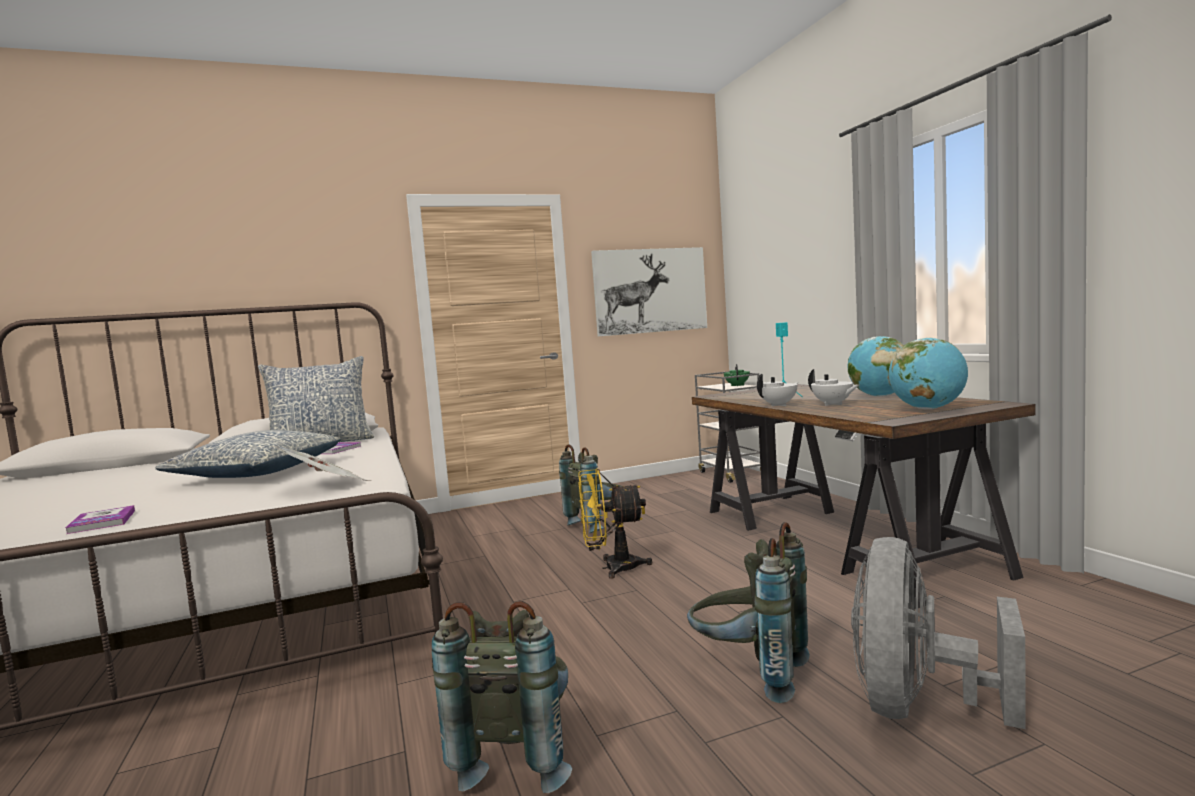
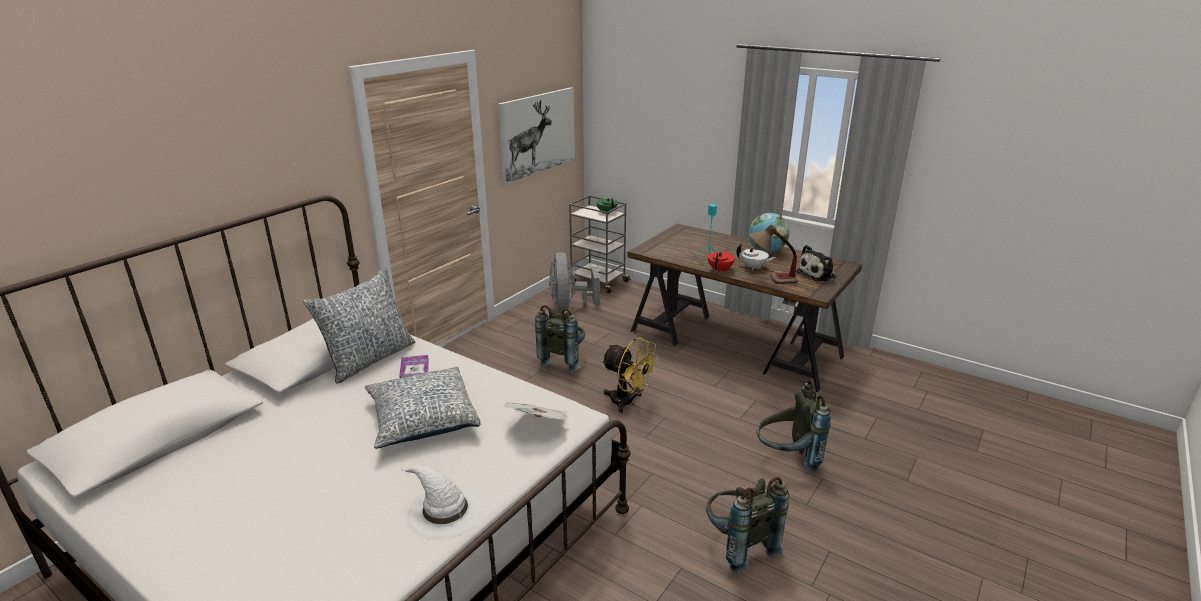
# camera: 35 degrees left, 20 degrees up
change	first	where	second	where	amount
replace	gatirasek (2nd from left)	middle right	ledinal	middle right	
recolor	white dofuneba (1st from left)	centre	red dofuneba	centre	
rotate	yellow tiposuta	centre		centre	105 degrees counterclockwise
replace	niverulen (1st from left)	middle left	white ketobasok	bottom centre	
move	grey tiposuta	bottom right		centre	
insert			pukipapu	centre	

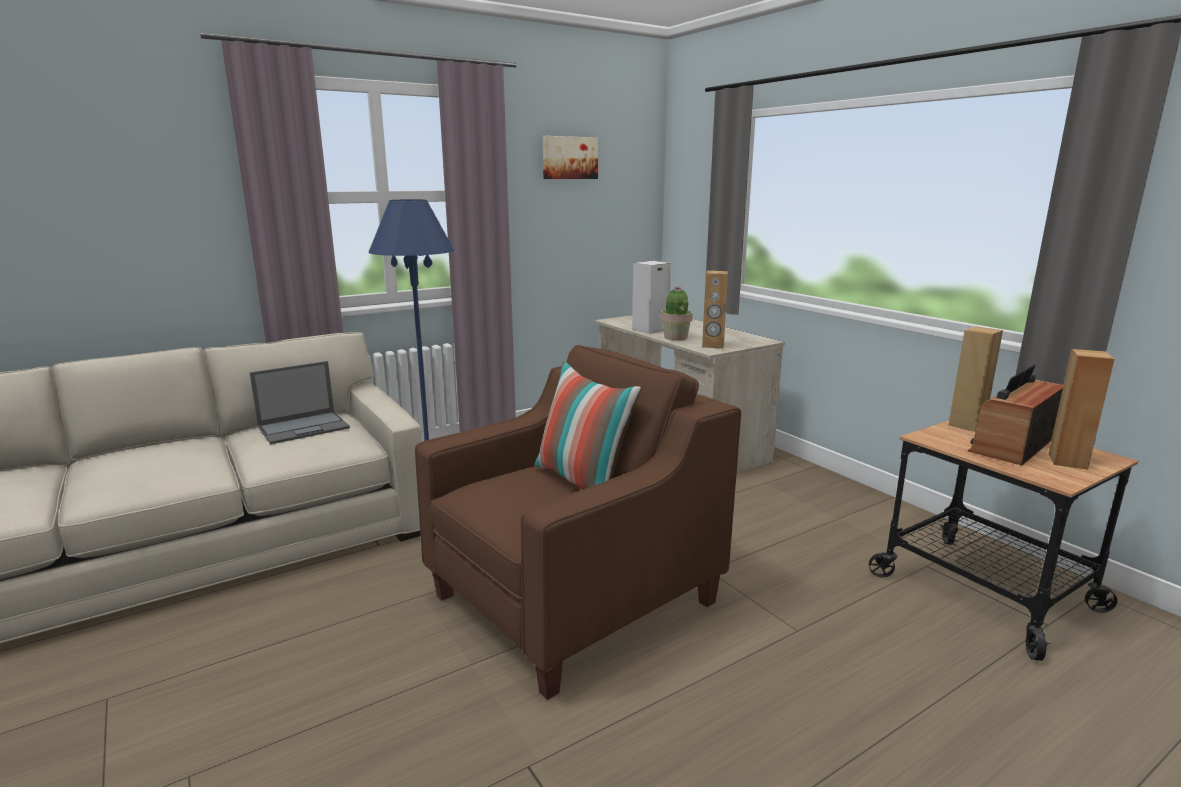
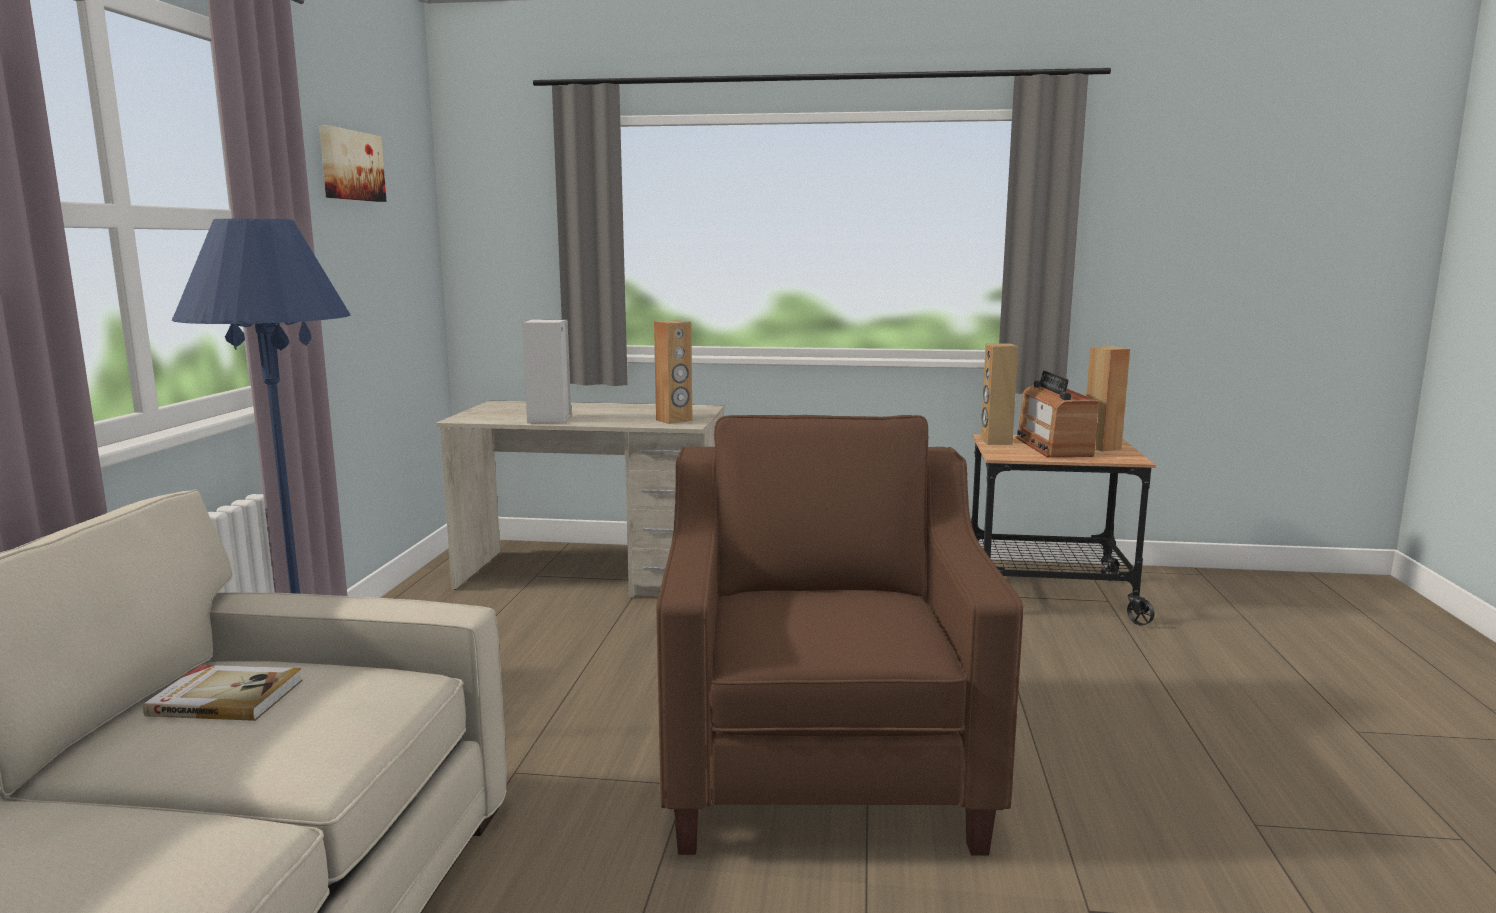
# camera: 50 degrees left, 5 degrees down
change	first	where	second	where	amount
delete	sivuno	centre			
replace	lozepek	middle left	niverulen	bottom left	
delete	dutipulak	centre			

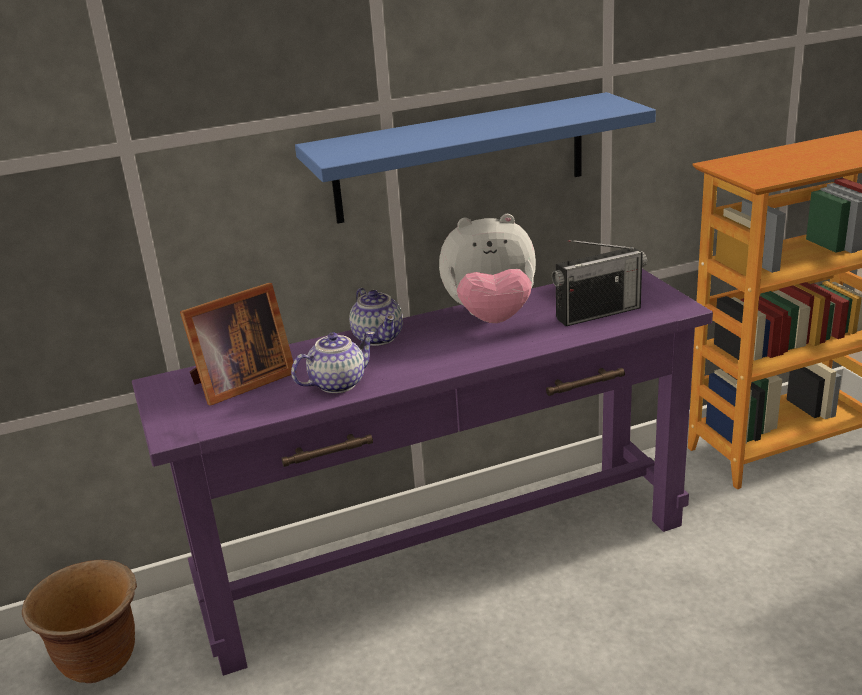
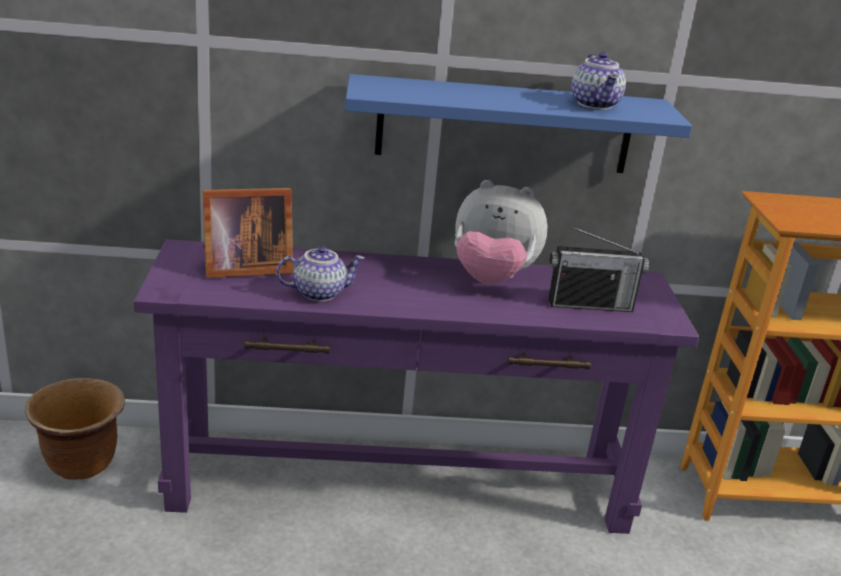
# camera: 15 degrees right, 0 degrees up
change	first	where	second	where	amount
move	dofuneba (2nd from left)	centre		top right	

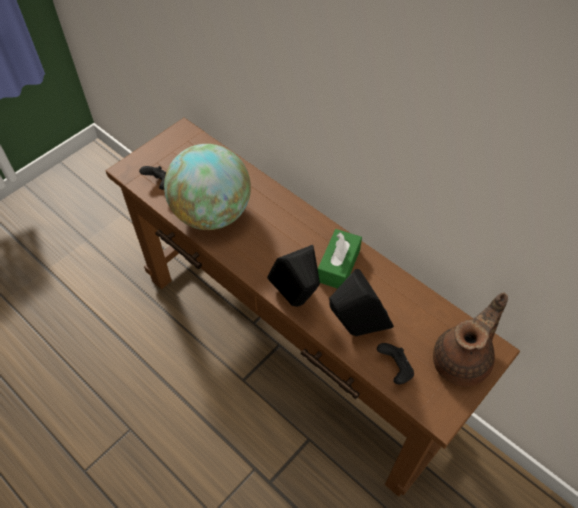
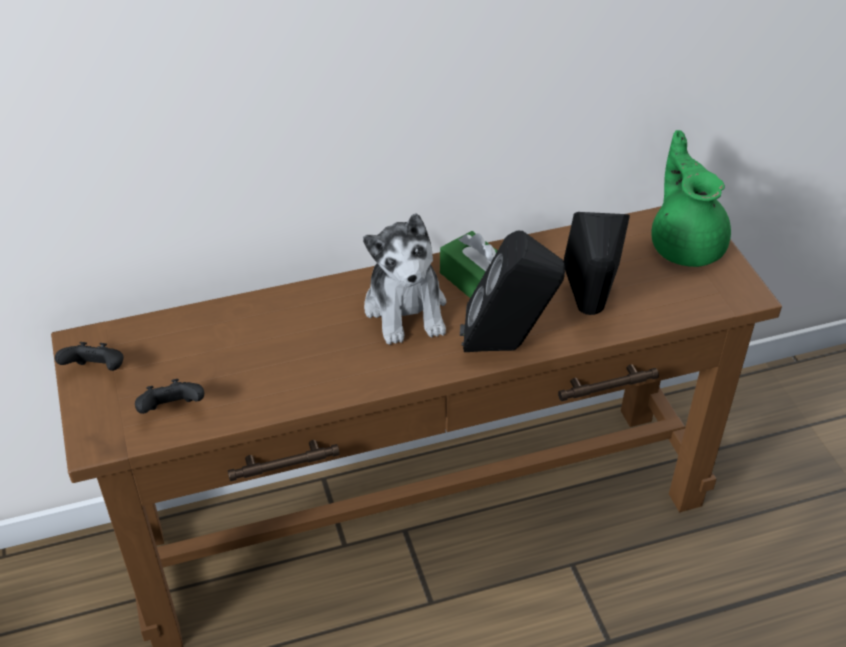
# camera: 60 degrees left, 10 degrees down
change	first	where	second	where	amount
delete	gatirasek	centre			
recolor	brown dofuneba	bottom right	green dofuneba	top right	
move	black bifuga (2nd from left in the first image)	bottom right	black bifuga (1st from left)	middle left	
insert			ledinal	centre	

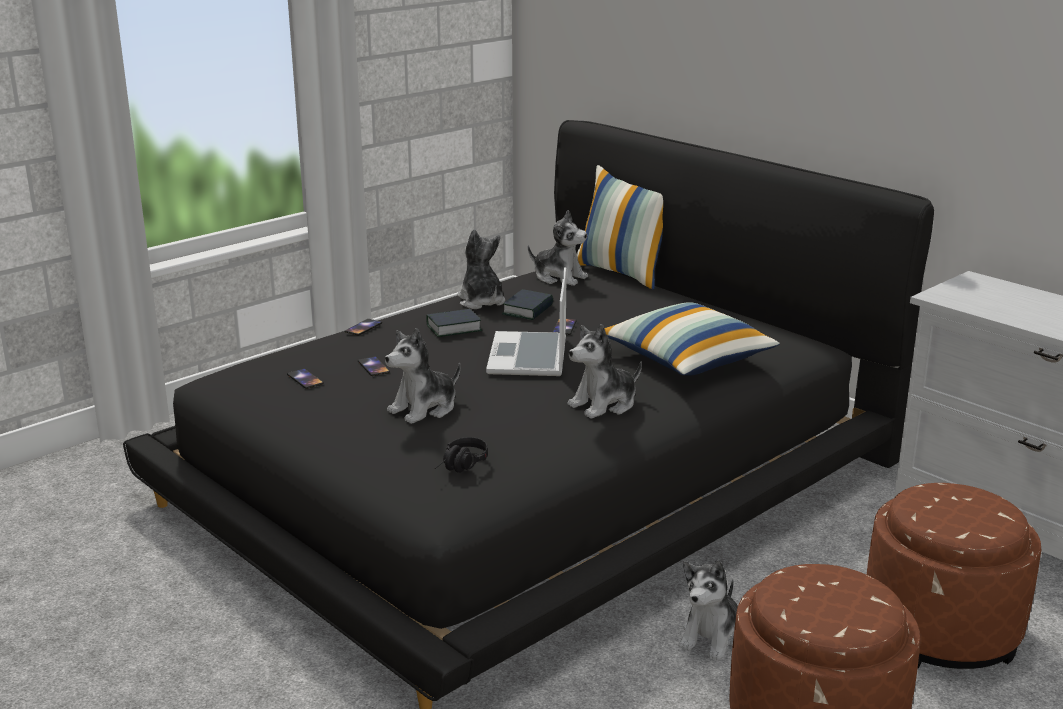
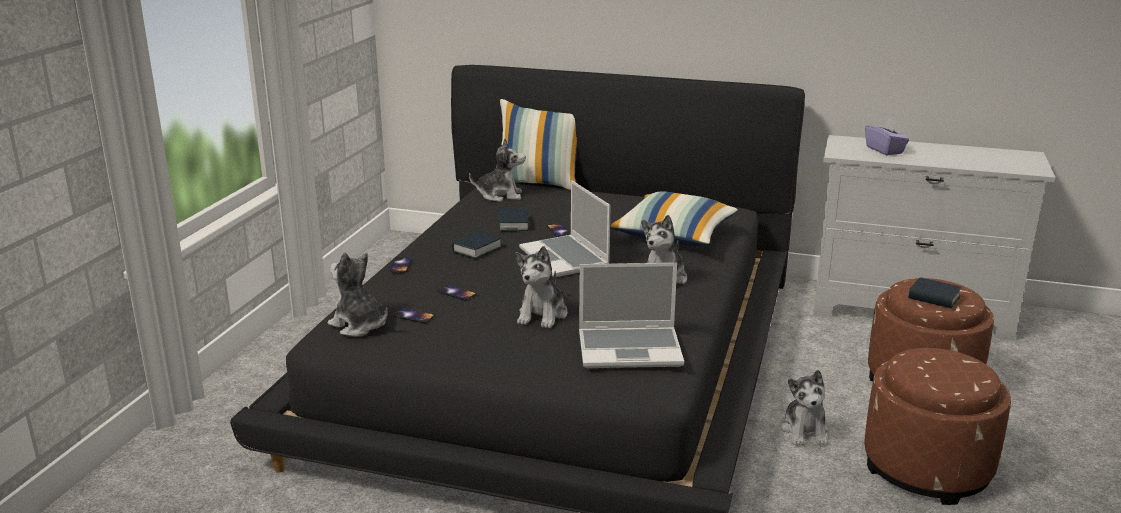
# camera: 30 degrees left, 0 degrees up
change	first	where	second	where	amount
move	ledinal (2nd from left in the first image)	centre	ledinal (1st from left)	middle left	
replace	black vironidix	centre	lozepek (2nd from left)	centre	
insert			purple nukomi	top right	
insert			niverulen (3rd from left)	middle right	

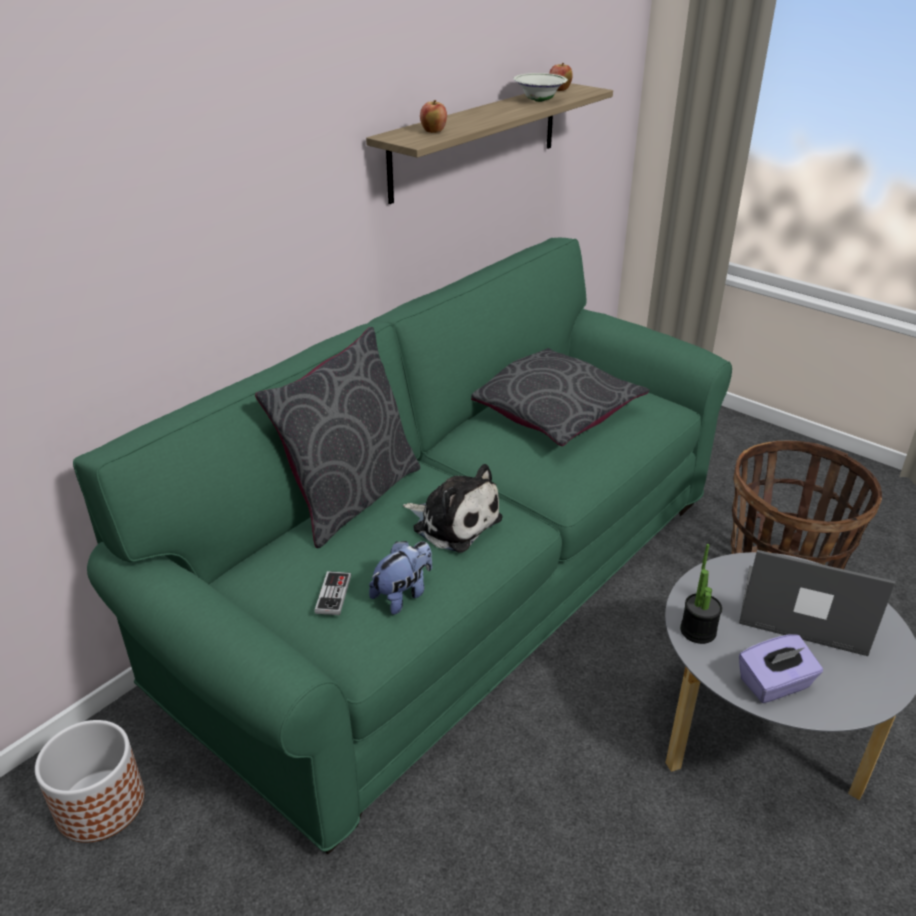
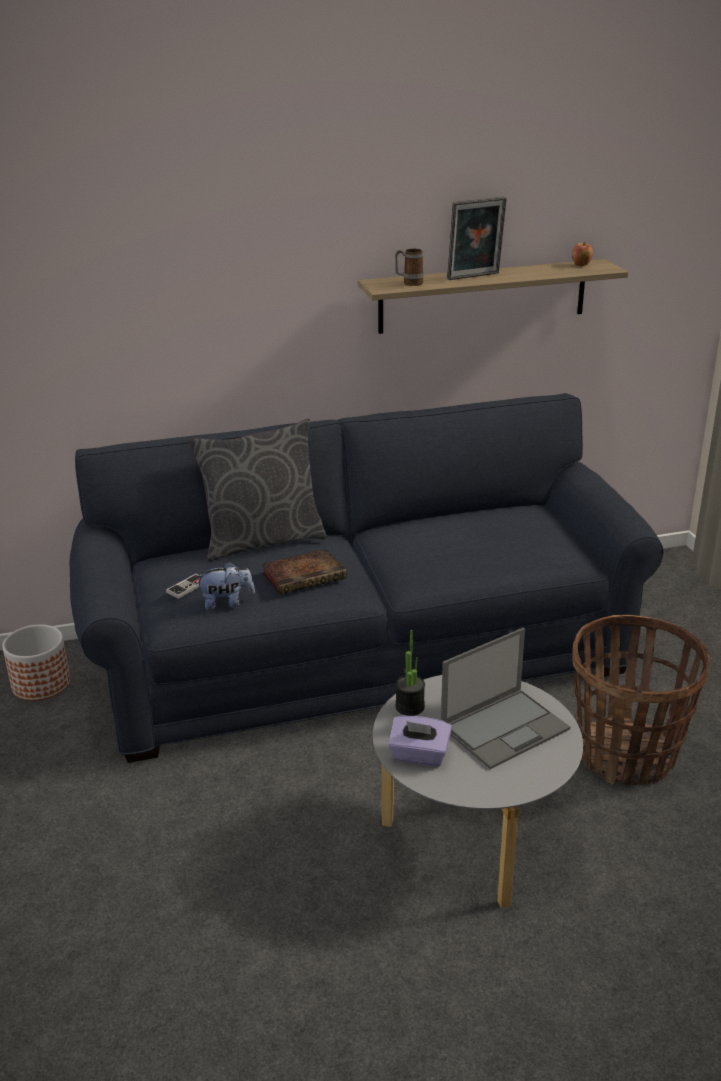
# camera: 35 degrees right, 5 degrees down
change	first	where	second	where	amount
delete	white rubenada	top centre			
replace	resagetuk (1st from left)	top centre	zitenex	top centre	
recolor	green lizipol	centre	blue lizipol	centre	
delete	grey dutipulak (2nd from left)	centre			
replace	ledinal (2nd from left)	centre	niverulen	centre	
rotate	lozepek	middle right		middle right	90 degrees clockwise
insert			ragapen	top centre	

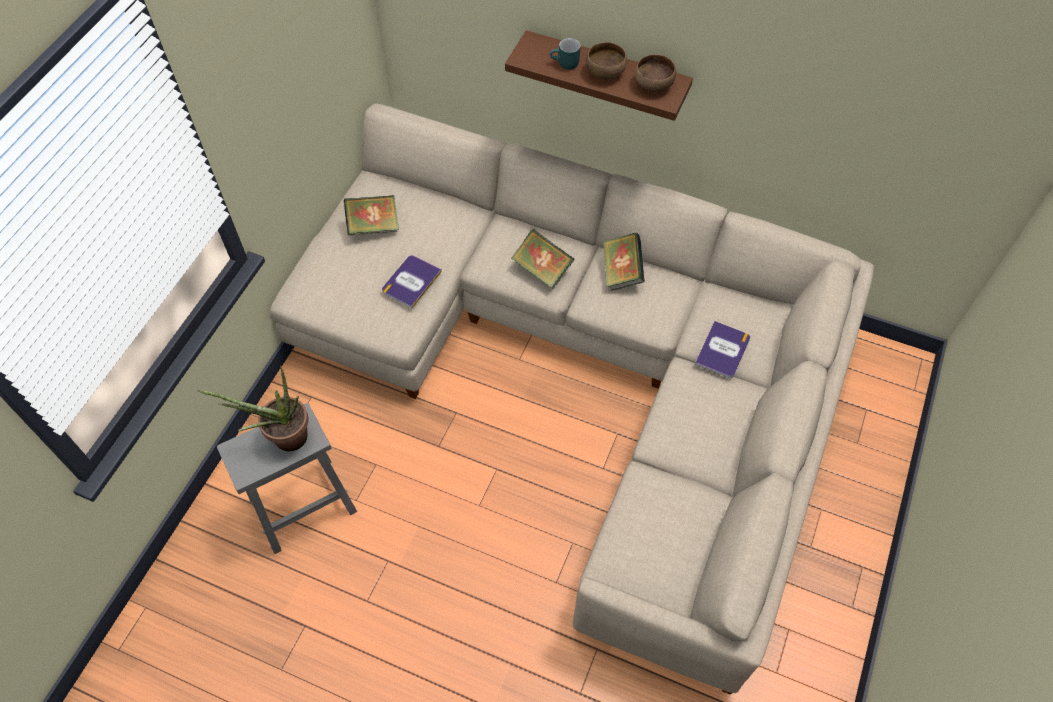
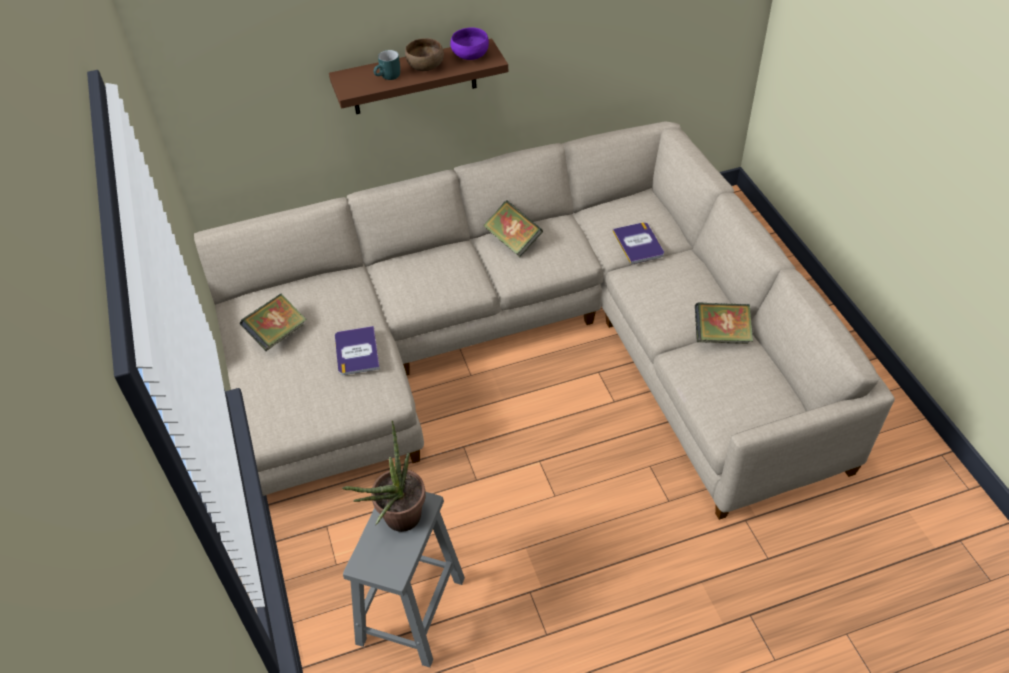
# camera: 40 degrees left, 10 degrees down
change	first	where	second	where	amount
recolor	brown rubenada (2nd from left)	top centre	purple rubenada	top centre	
move	niverulen (3rd from left in the first image)	centre	niverulen (5th from left)	middle right	

